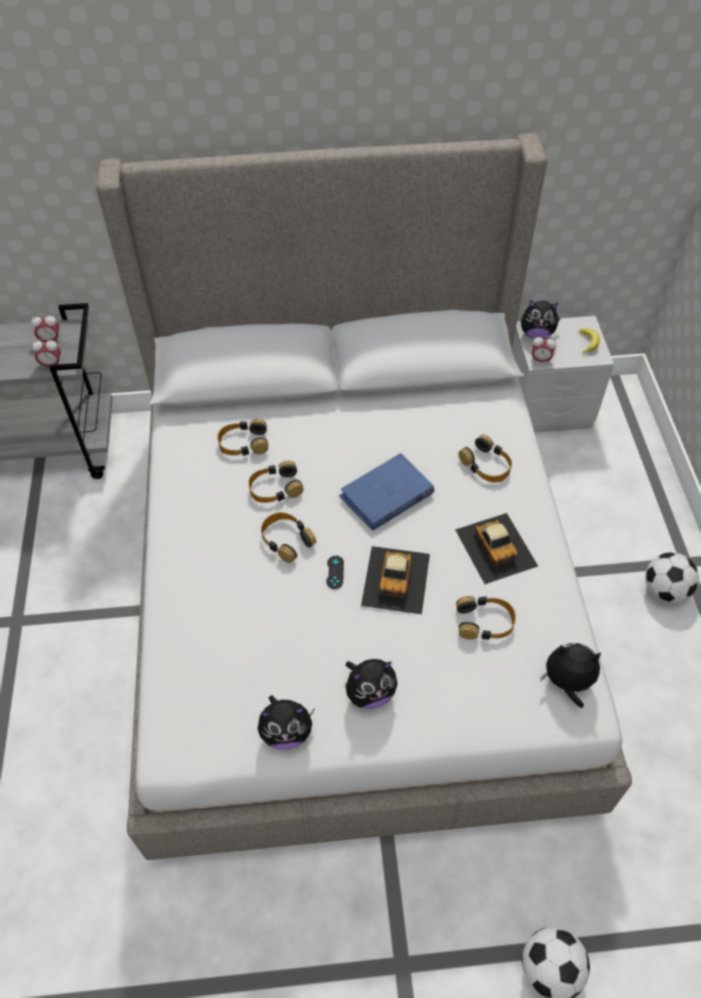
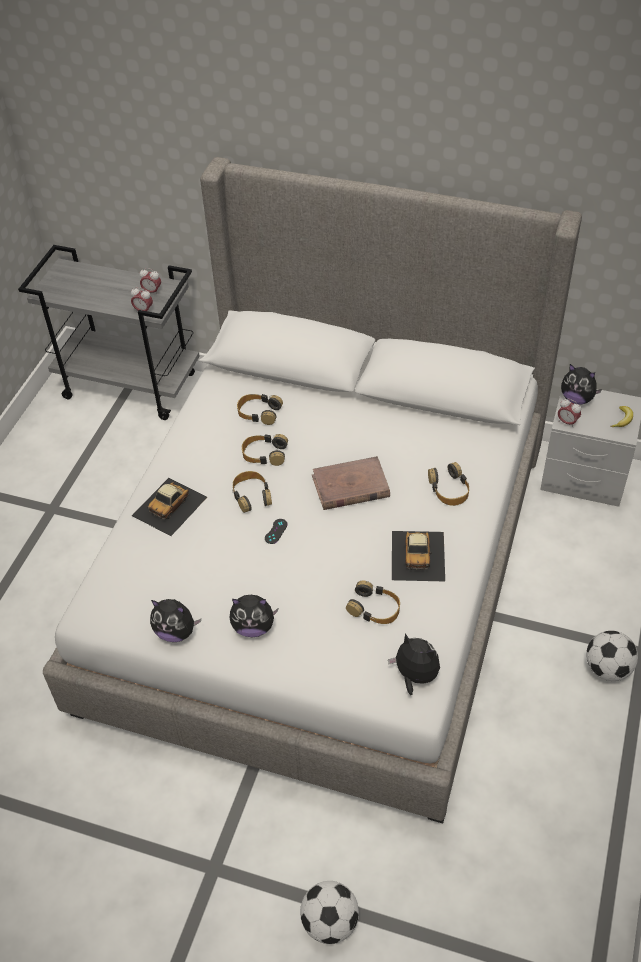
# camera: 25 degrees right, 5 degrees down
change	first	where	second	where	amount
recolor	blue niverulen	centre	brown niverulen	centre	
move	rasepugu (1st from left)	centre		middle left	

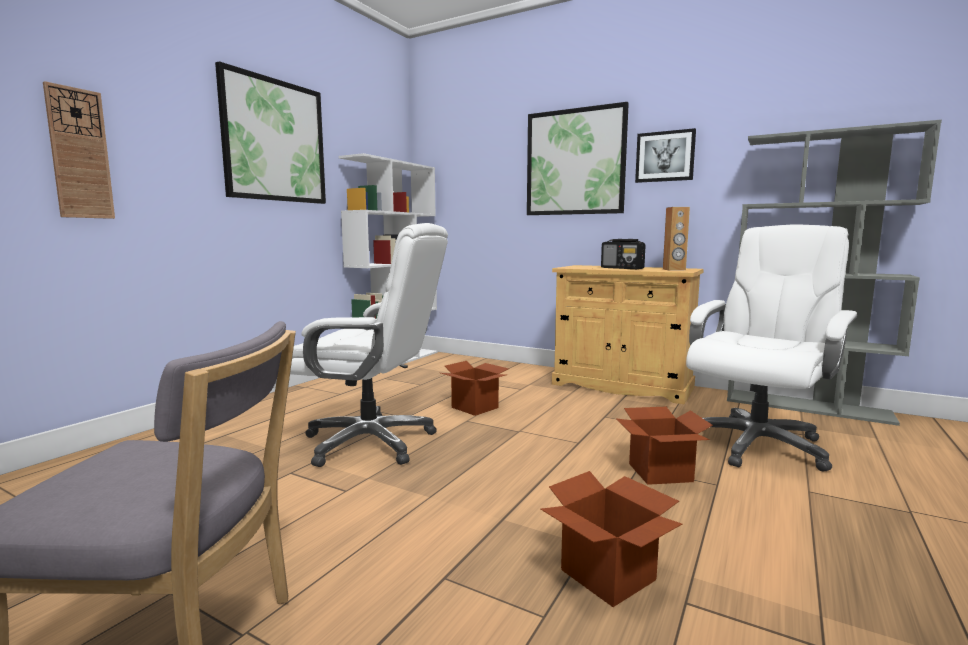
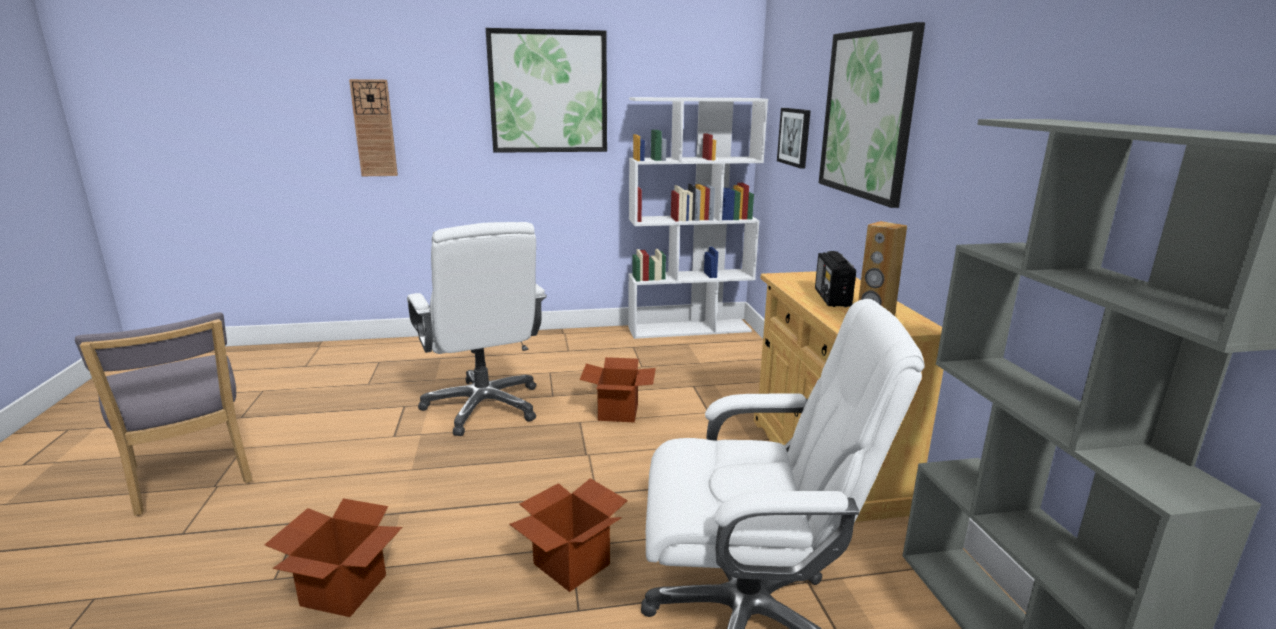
# camera: 50 degrees right, 10 degrees up
change	first	where	second	where	amount
move	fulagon (3rd from left in the first image)	top right	fulagon (2nd from left)	top centre	

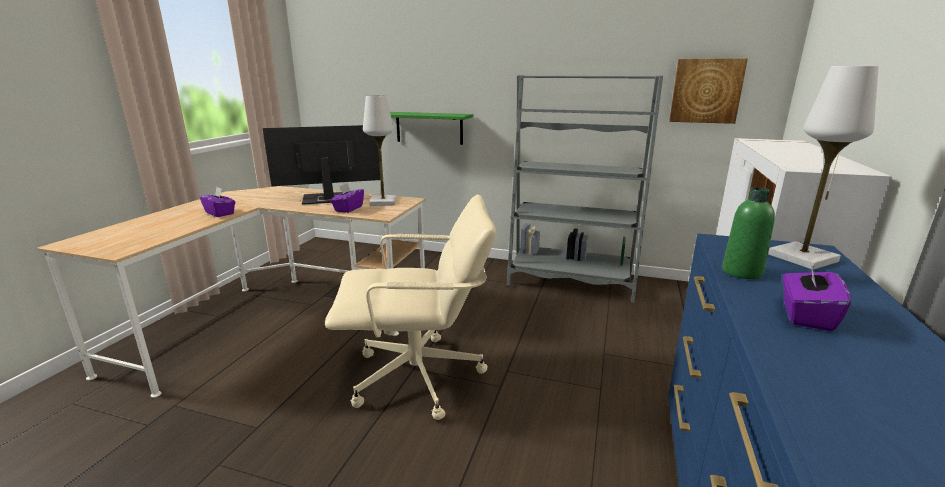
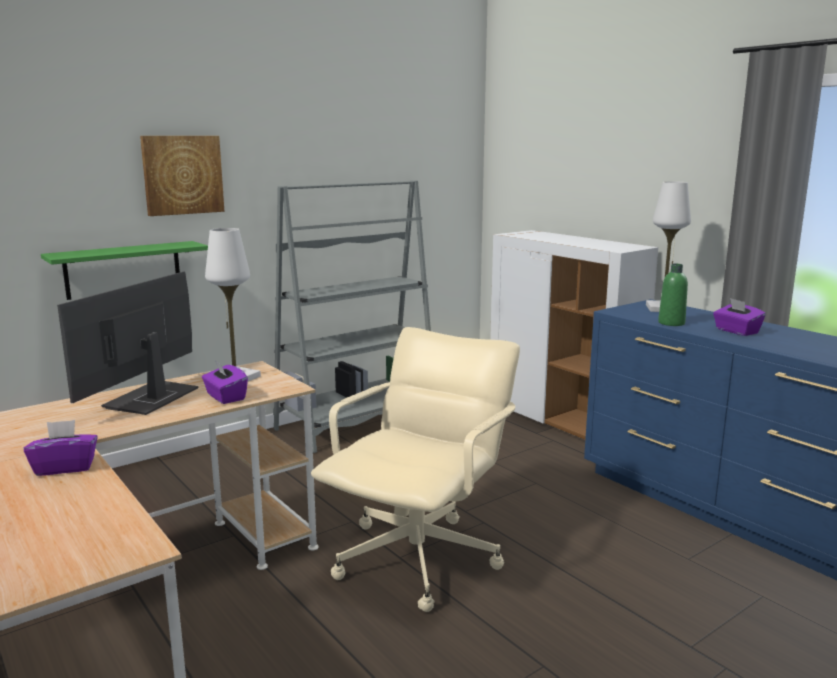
# camera: 55 degrees left, 5 degrees down
change	first	where	second	where	amount
move	fulagon	top right		top left	

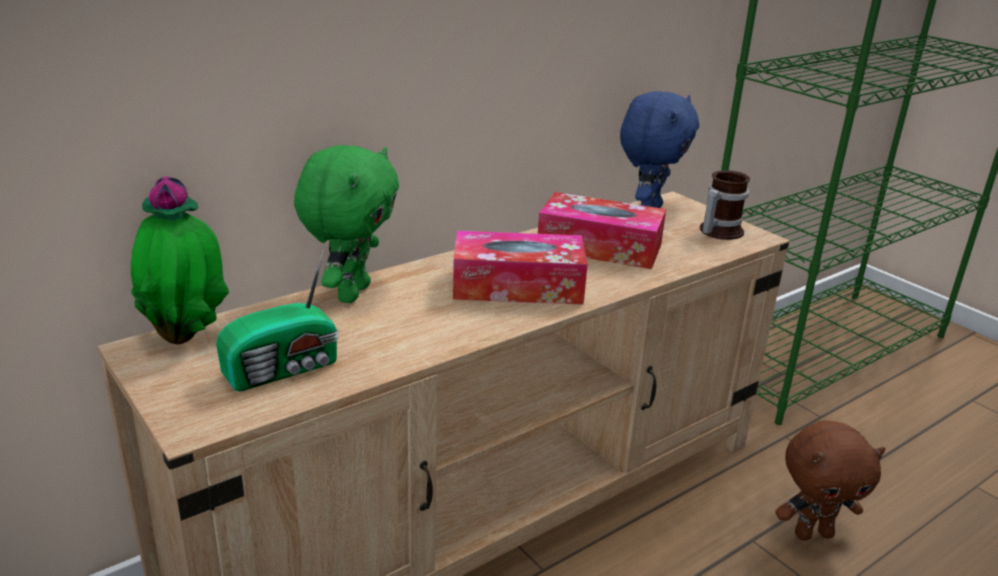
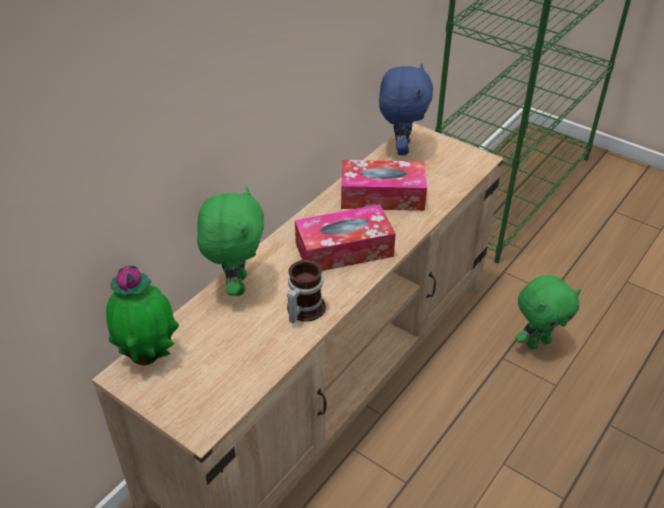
# camera: 15 degrees left, 15 degrees up
change	first	where	second	where	amount
move	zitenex	middle right		centre	
delete	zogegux	middle left			
recolor	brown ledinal	bottom right	green ledinal (2nd from left)	middle right	

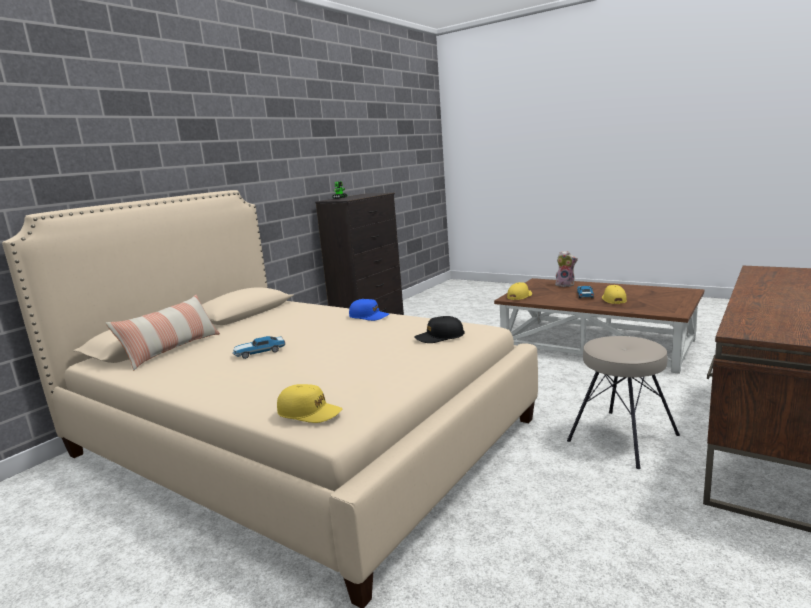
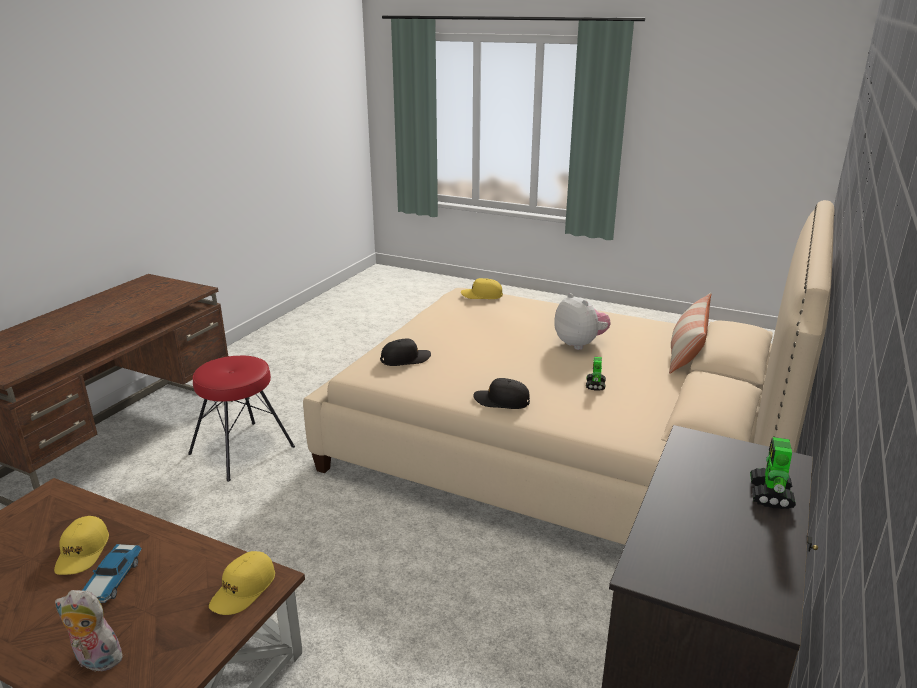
# camera: 170 degrees right, 10 degrees up
change	first	where	second	where	amount
recolor	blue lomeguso	centre	black lomeguso (2nd from left)	centre	
replace	rasepugu (1st from left)	middle left	ledinal (2nd from left)	centre	
recolor	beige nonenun	middle right	red nonenun	middle left	
insert			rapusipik (1st from left)	centre	

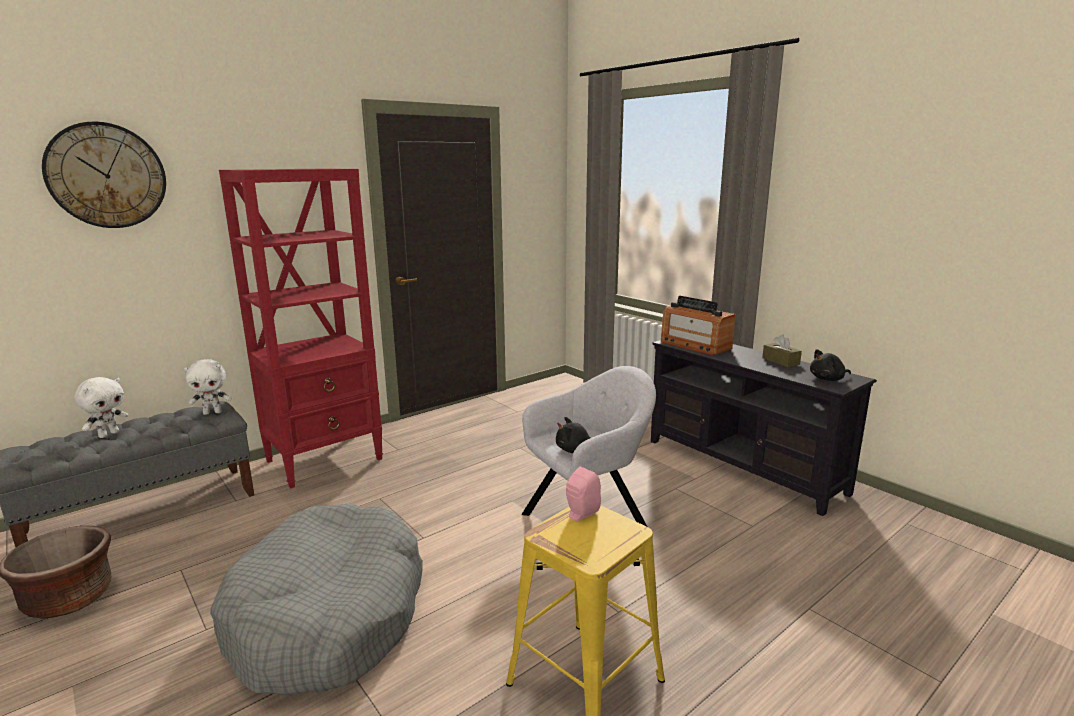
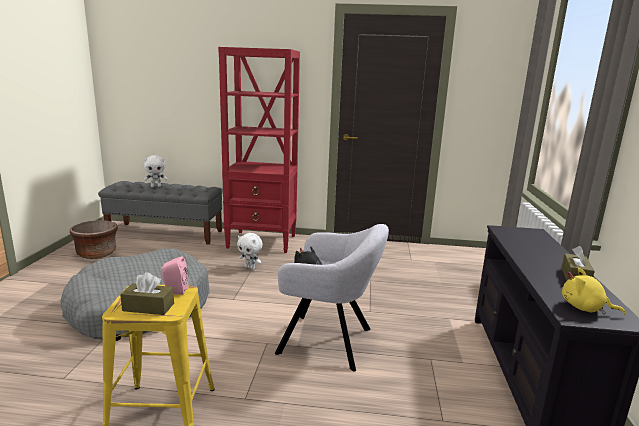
# camera: 45 degrees right, 0 degrees up
change	first	where	second	where	amount
delete	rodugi	top left			
delete	zogegux	centre			
recolor	black ledinal (2nd from left)	middle right	yellow ledinal	bottom right	
move	white ledinal (2nd from left)	middle left		centre	
insert			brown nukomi (1st from left)	bottom left	

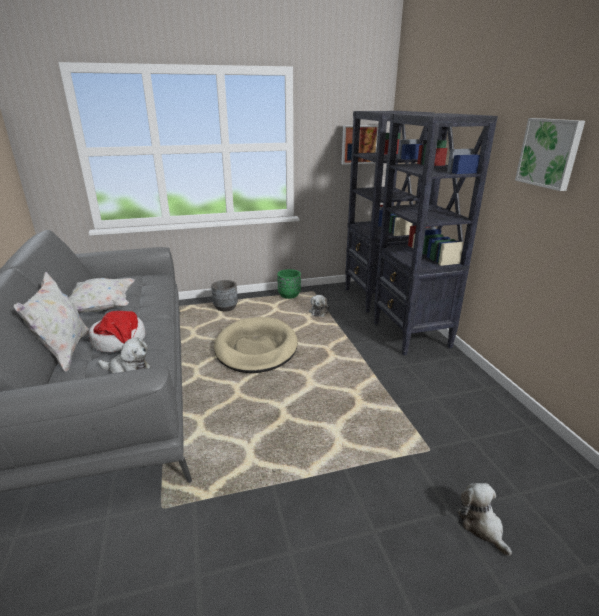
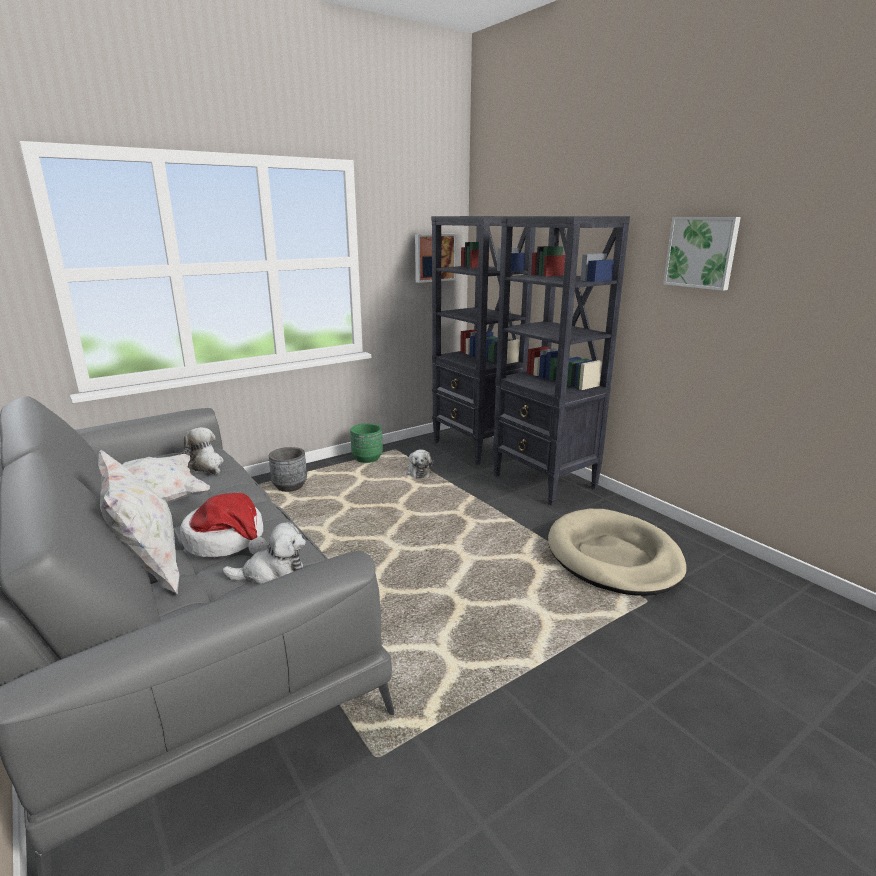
# camera: 20 degrees left, 5 degrees down
change	first	where	second	where	amount
move	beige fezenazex	centre		middle right	
move	ledinal (3rd from left in the first image)	bottom right	ledinal (1st from left)	middle left	

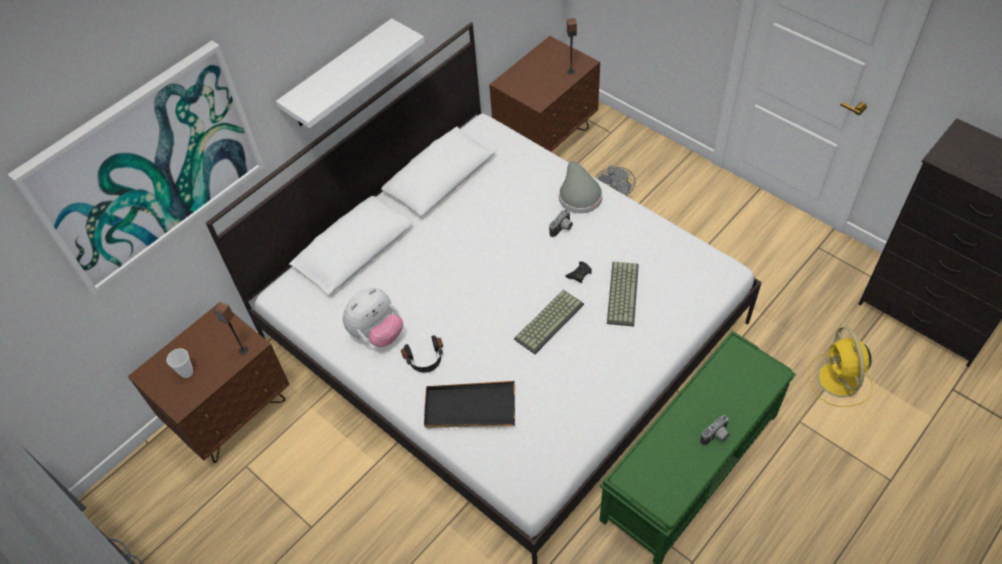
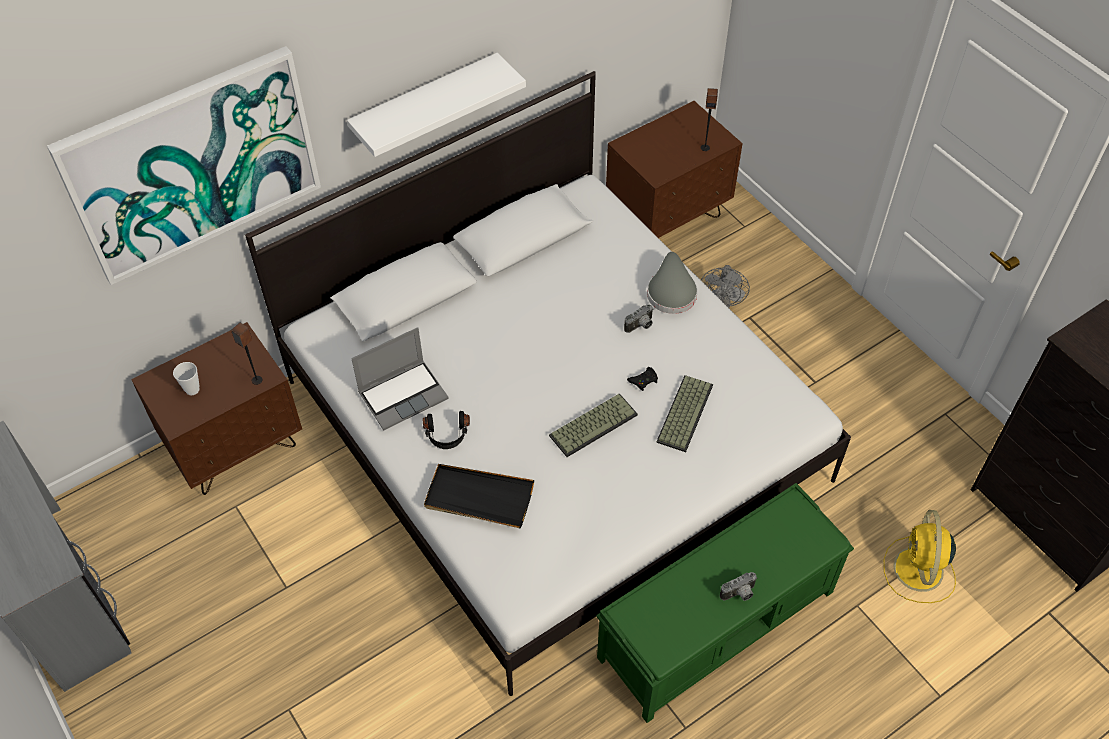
# camera: 10 degrees right, 0 degrees up
change	first	where	second	where	amount
replace	ledinal	centre	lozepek	centre	

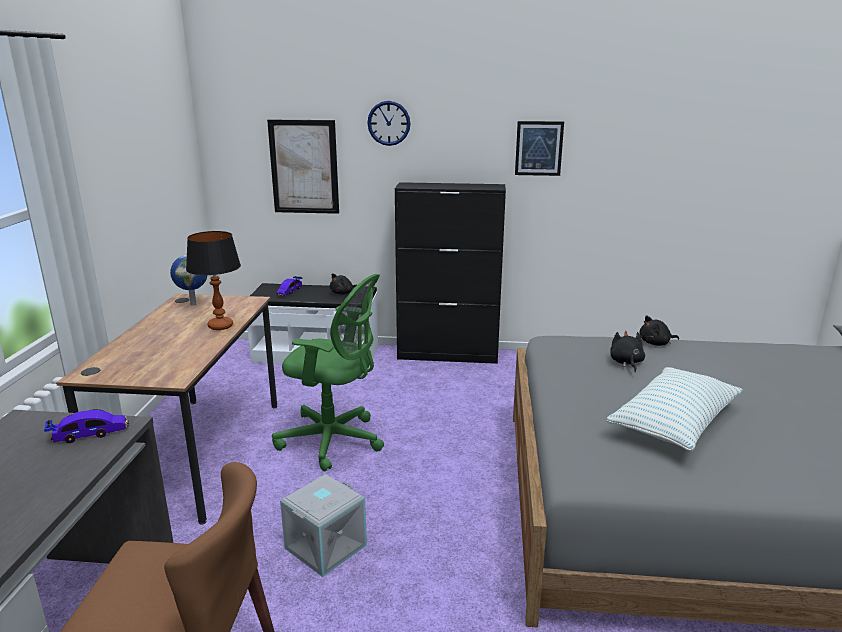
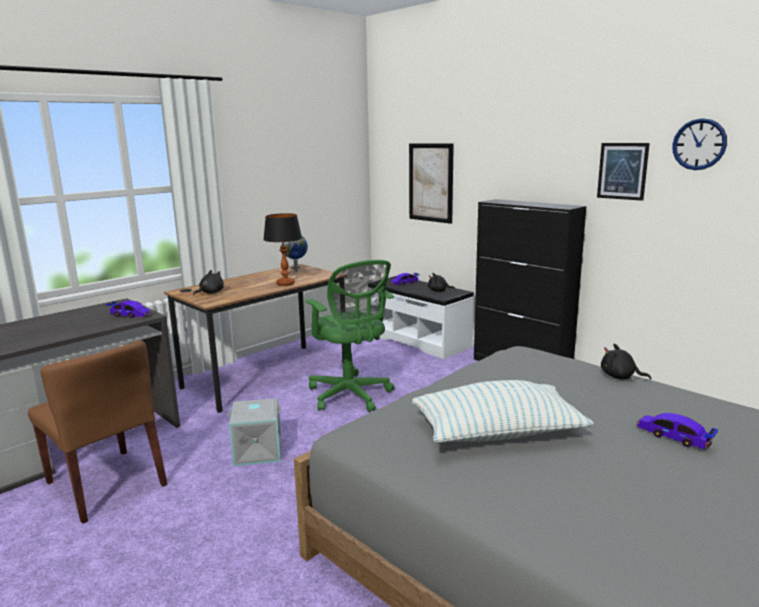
# camera: 40 degrees right, 5 degrees down
change	first	where	second	where	amount
move	rodugi	top centre		top right	
move	black ledinal (2nd from left in the first image)	middle right	black ledinal (1st from left)	middle left	
insert			rasepugu (3rd from left)	bottom right	

